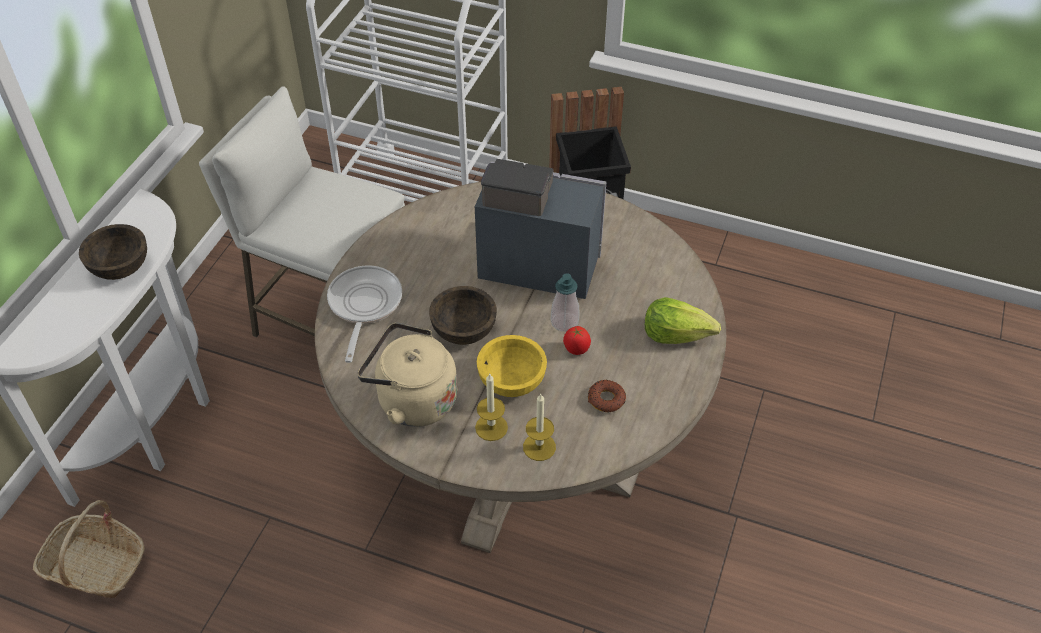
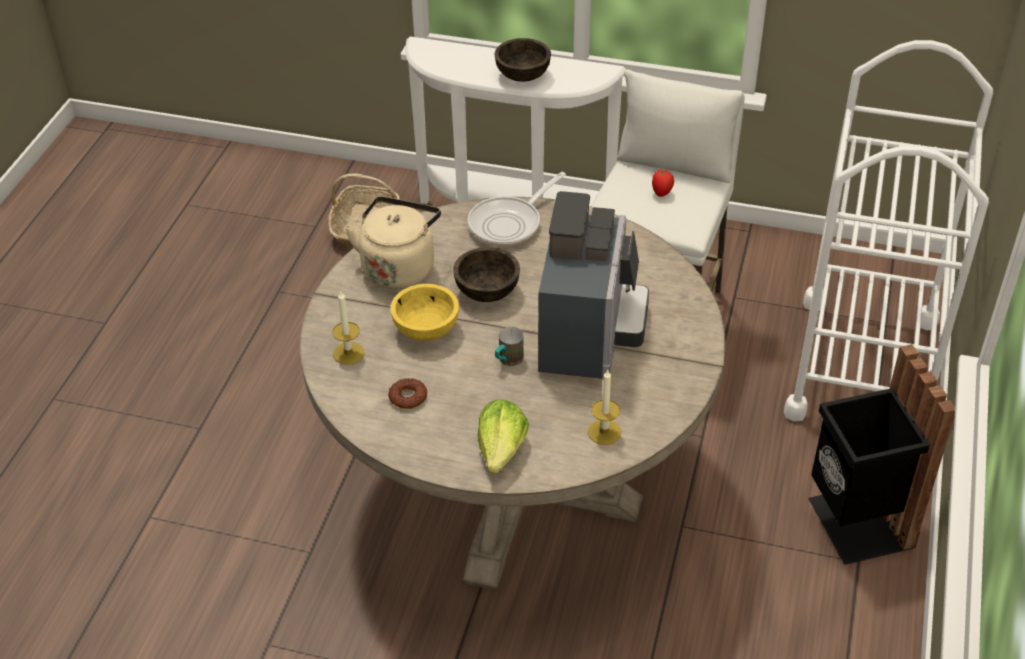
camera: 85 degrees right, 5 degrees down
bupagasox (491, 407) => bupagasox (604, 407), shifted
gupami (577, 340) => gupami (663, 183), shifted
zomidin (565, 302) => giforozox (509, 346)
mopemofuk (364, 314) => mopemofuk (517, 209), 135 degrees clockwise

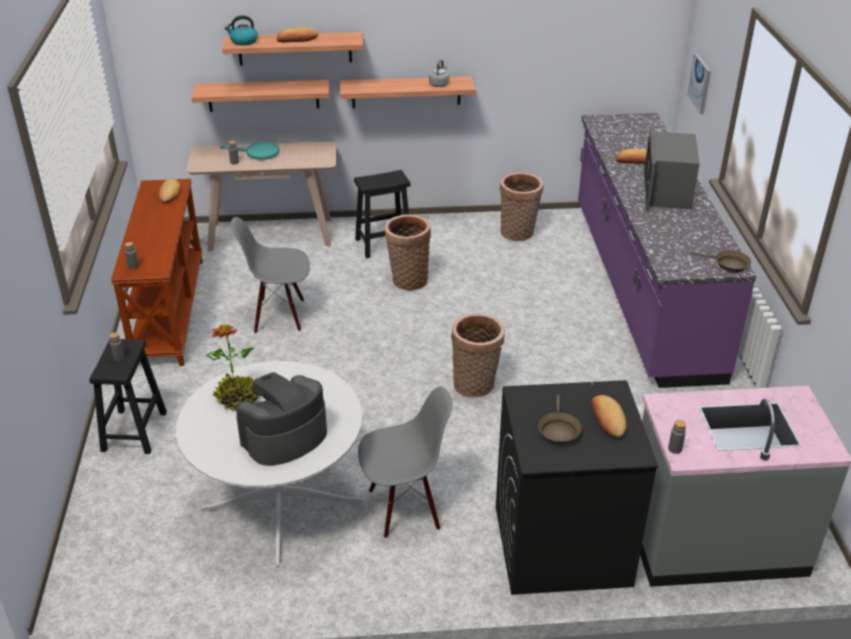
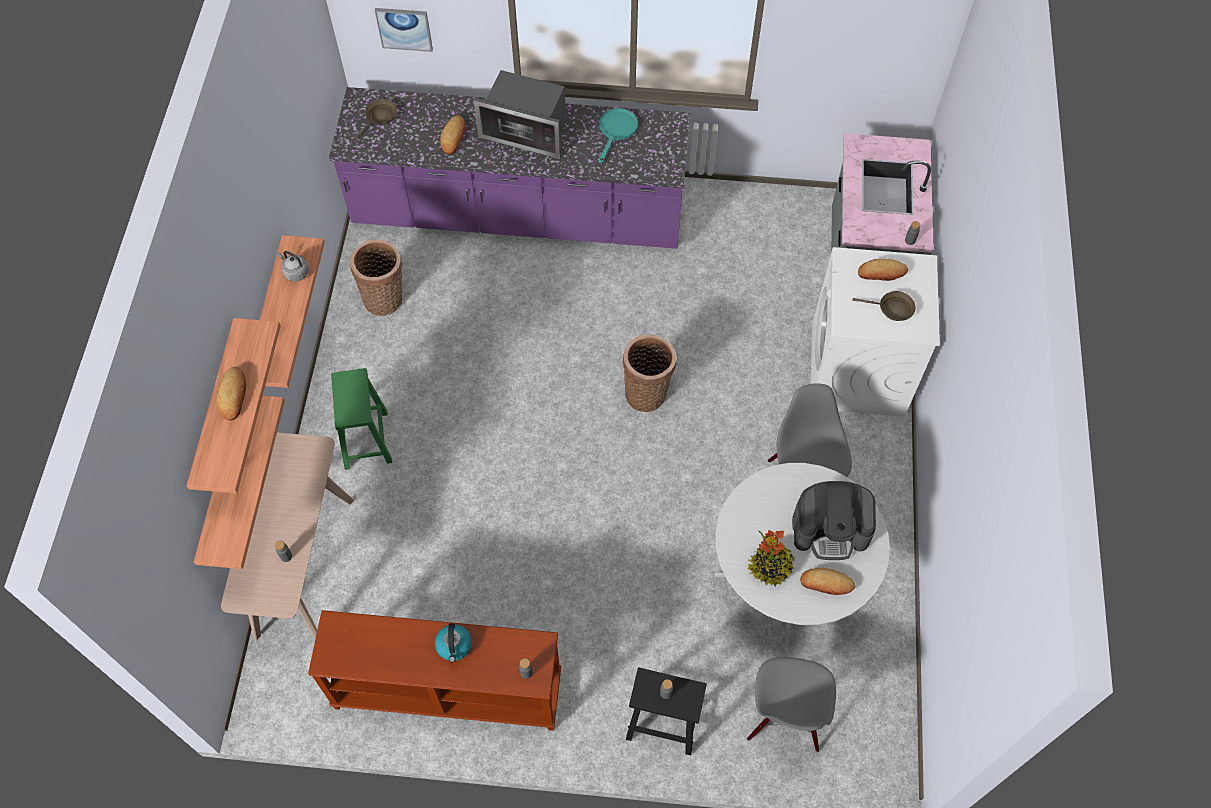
camera: 80 degrees left, 25 degrees up
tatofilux (408, 252) => nothing
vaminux (169, 191) => vaminux (827, 581), shifted
mopemofuk (turquoise) (250, 151) => mopemofuk (turquoise) (618, 135), shifted
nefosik (241, 30) => nefosik (453, 642), shifted
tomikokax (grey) (270, 275) => tomikokax (grey) (791, 704), shifted
mopemofuk (brown) (720, 261) => mopemofuk (brown) (375, 119), shifted
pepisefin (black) (382, 214) => pepisefin (green) (361, 419)
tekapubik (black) (577, 487) => tekapubik (white) (875, 332)
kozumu (281, 419) => kozumu (834, 520), 60 degrees counterclockwise

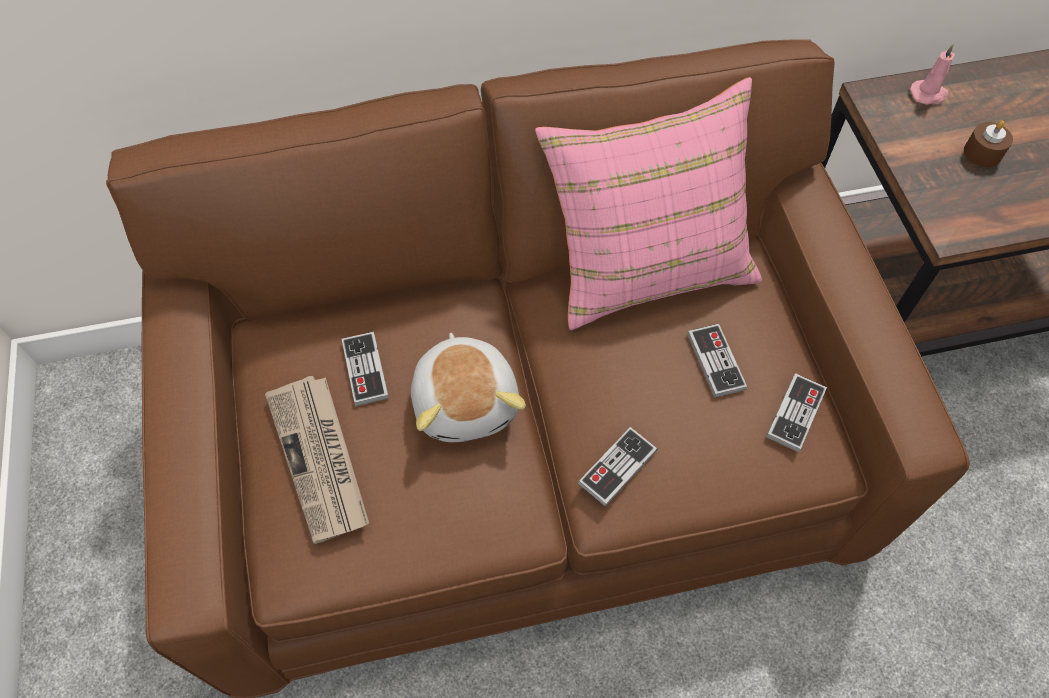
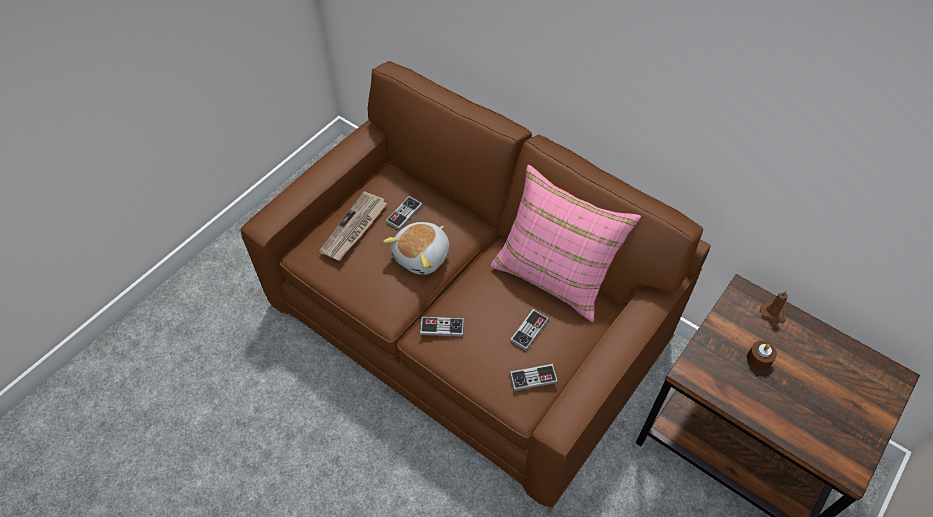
camera: 50 degrees right, 5 degrees down
bupagasox (pink) (932, 74) => bupagasox (brown) (774, 307)

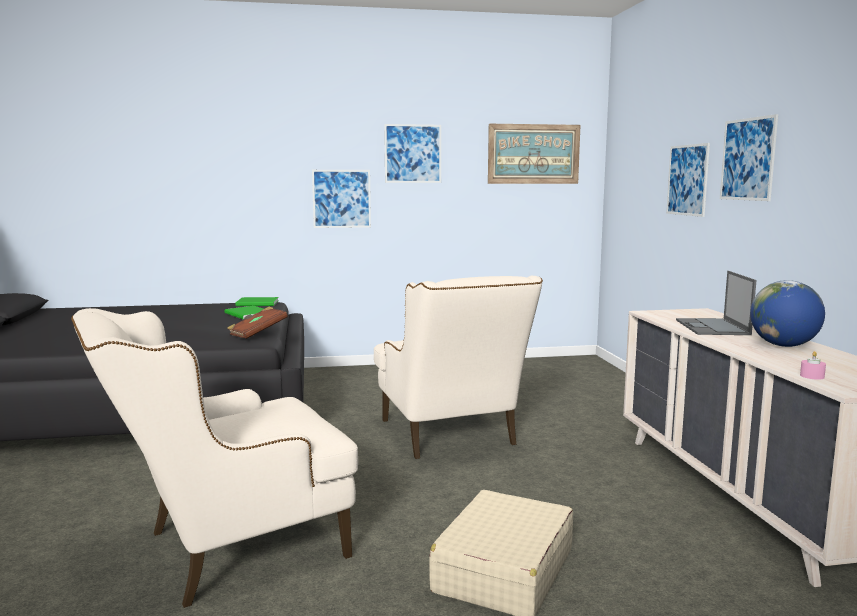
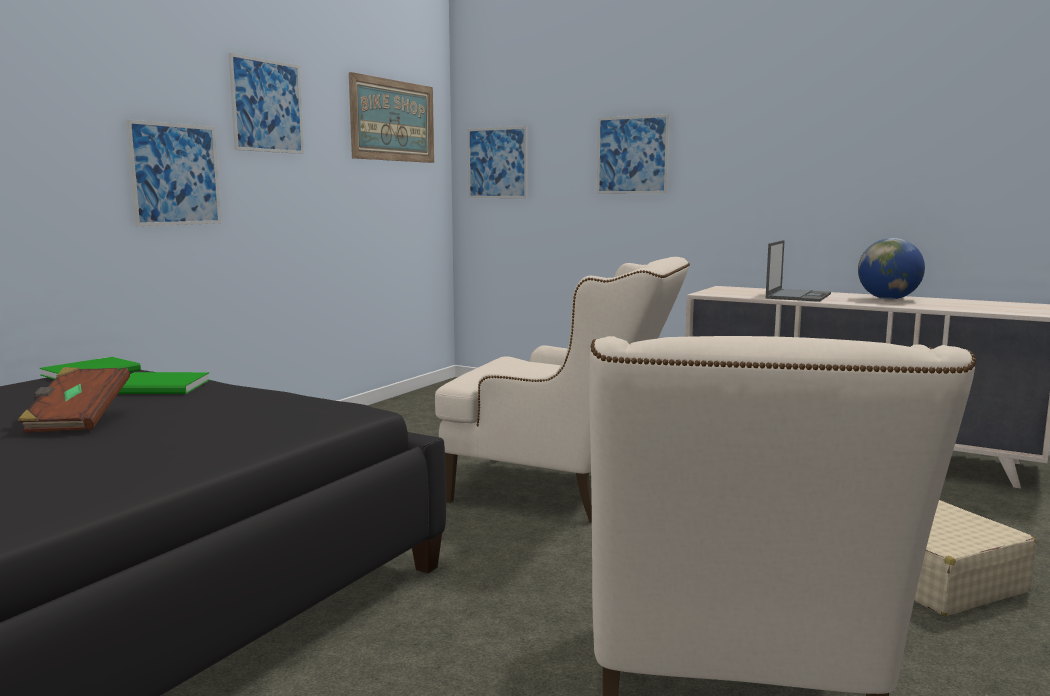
camera: 50 degrees left, 0 degrees up
bupagasox (pink) (813, 365) => nothing
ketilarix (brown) (257, 323) => ketilarix (brown) (74, 400), shifted
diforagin (749, 157) => diforagin (497, 162), shifted
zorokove (716, 303) => zorokove (798, 271), 105 degrees counterclockwise

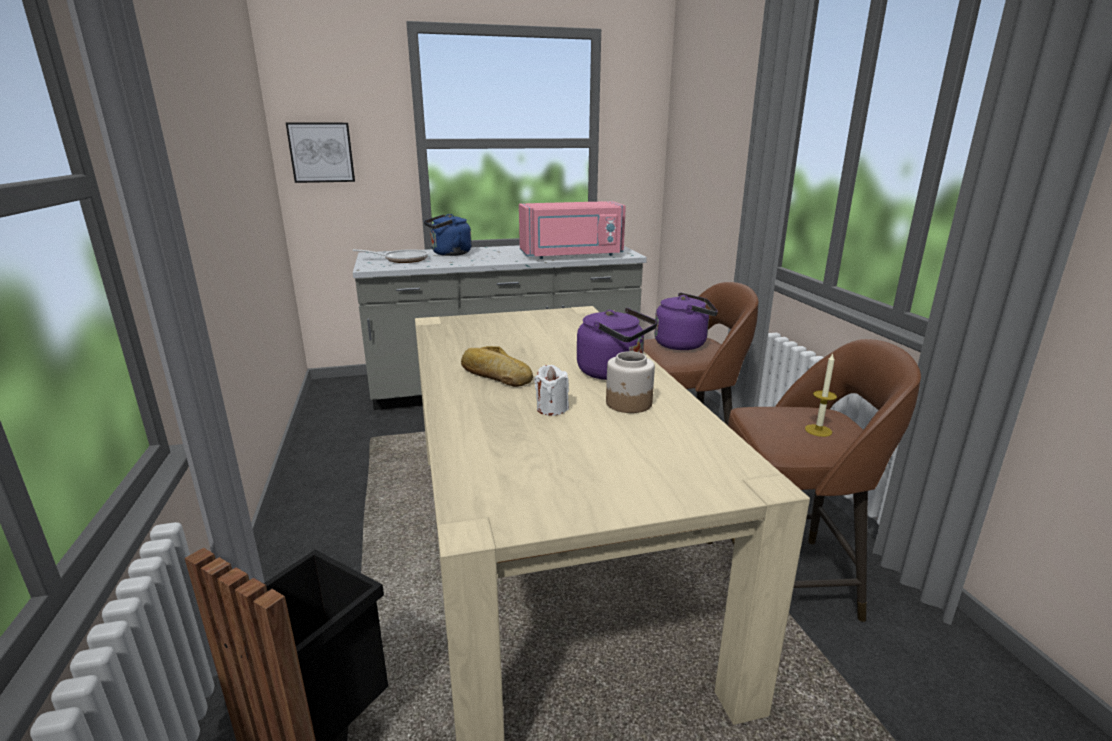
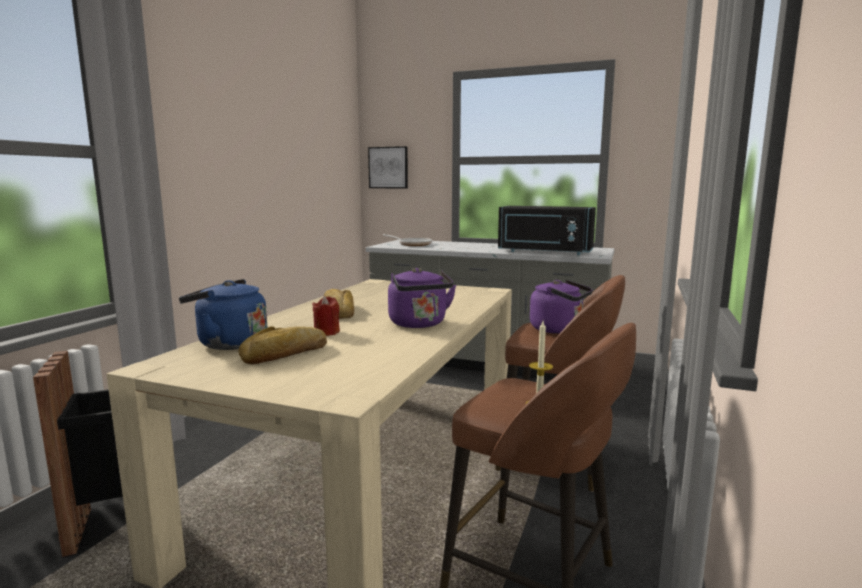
camera: 35 degrees right, 10 degrees down
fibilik (630, 382) => nothing
nothing => vaminux (283, 345)
nefosik (blue) (447, 235) => nefosik (blue) (223, 314), shifted
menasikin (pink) (572, 230) => menasikin (black) (547, 230)
bupagasox (white) (551, 390) => bupagasox (red) (326, 316)

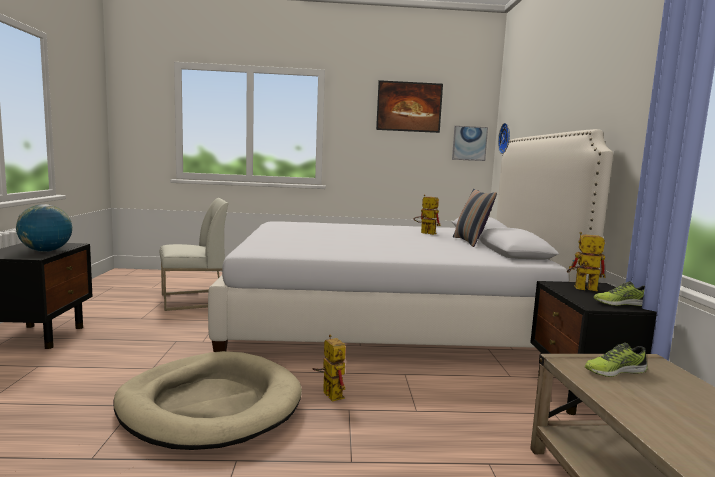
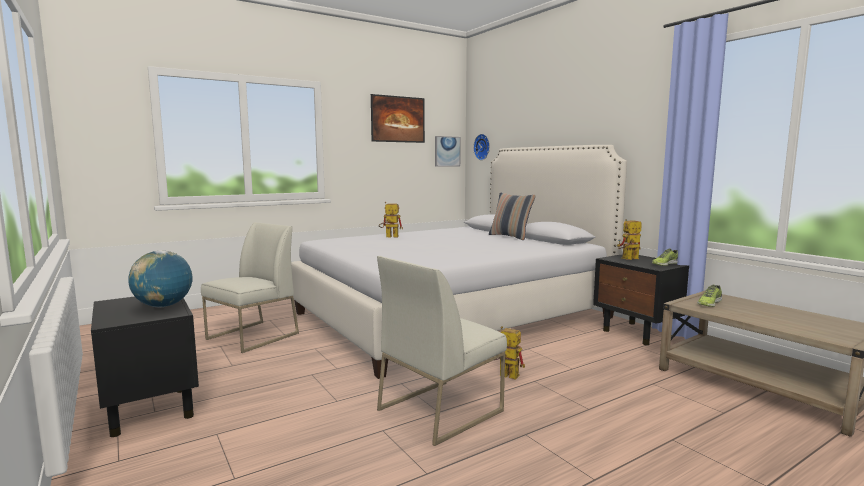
camera: 30 degrees left, 0 degrees up
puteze (427, 215) => puteze (391, 220), shifted
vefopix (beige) (208, 400) => tomikokax (white) (442, 351)

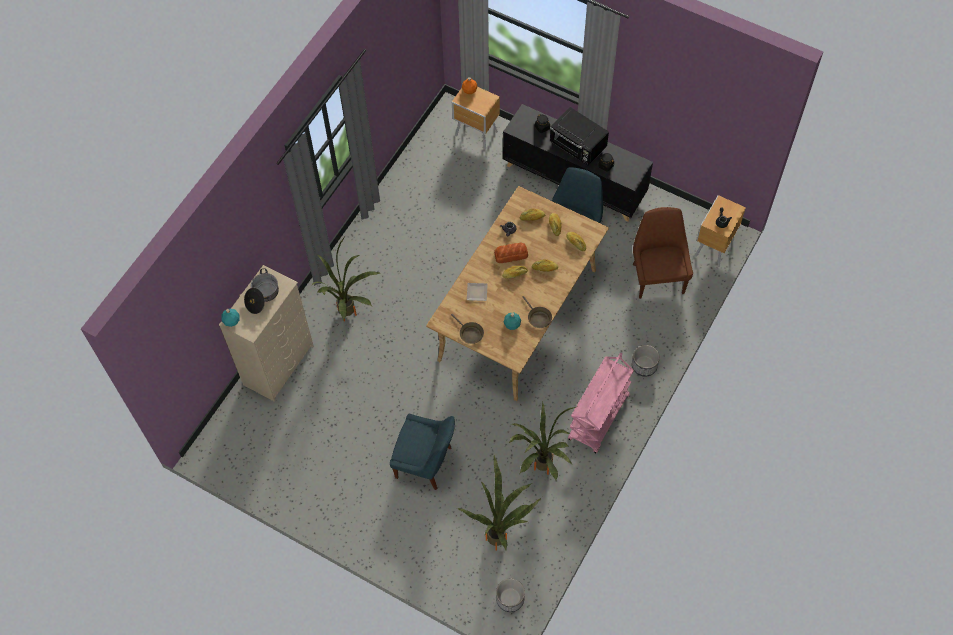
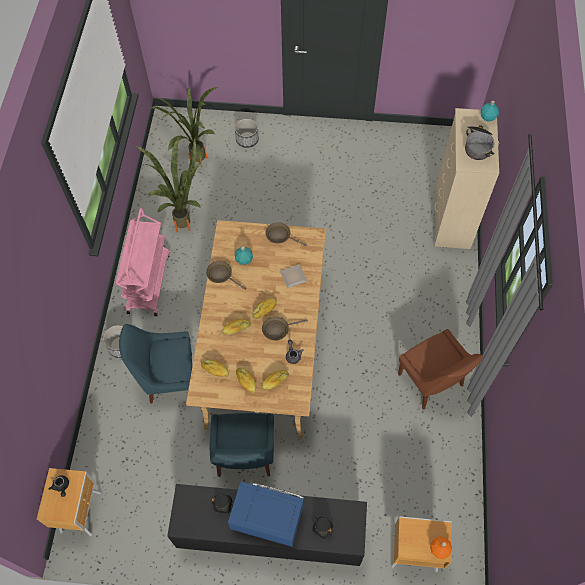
camera: 155 degrees right, 0 degrees up
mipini (346, 278) => nothing
tomikokax (blue) (422, 452) => tomikokax (blue) (155, 364), shifted
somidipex (510, 595) => somidipex (247, 133), shifted
tomikokax (brown) (663, 253) => tomikokax (brown) (440, 369), shifted
vaminux (511, 252) => mopemofuk (brown) (285, 328)
menasikin (black) (579, 136) => menasikin (blue) (266, 514)

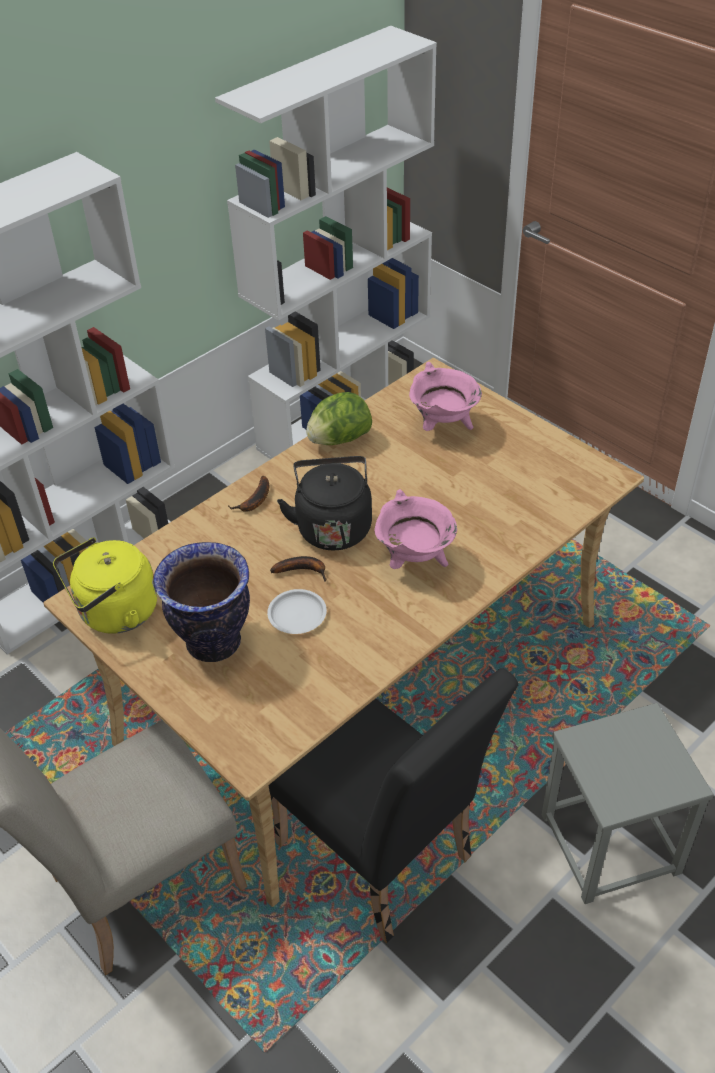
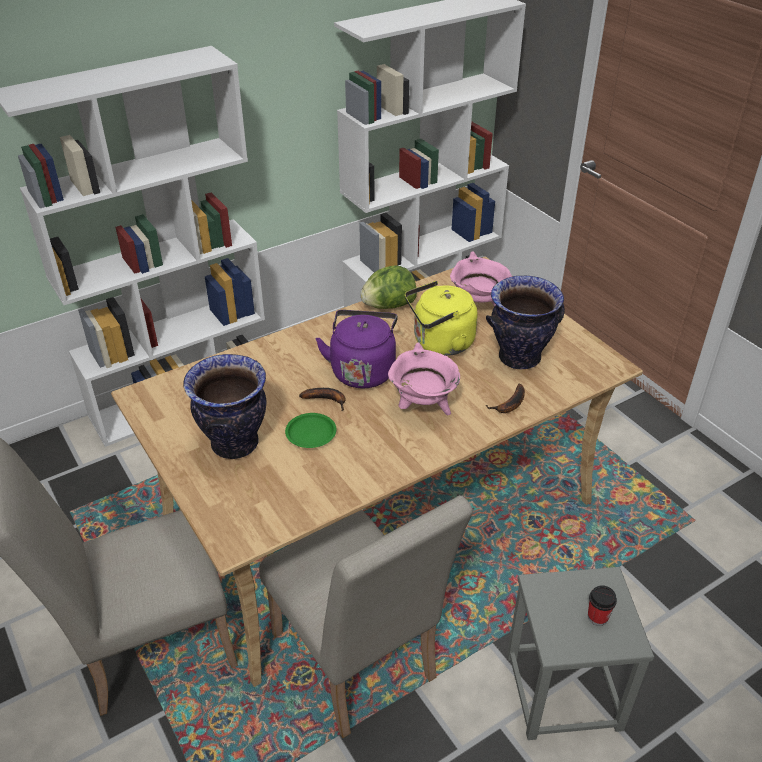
camera: 10 degrees right, 5 degrees down
nothing => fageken (525, 322)
nothing => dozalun (602, 605)
nefosik (yellow) (105, 586) => nefosik (yellow) (441, 318), shifted
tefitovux (248, 494) => tefitovux (505, 398), shifted
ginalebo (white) (297, 611) => ginalebo (green) (311, 430)
tomikokax (black) (393, 805) => tomikokax (beige) (366, 616)
nefosik (black) (324, 503) => nefosik (purple) (357, 349)

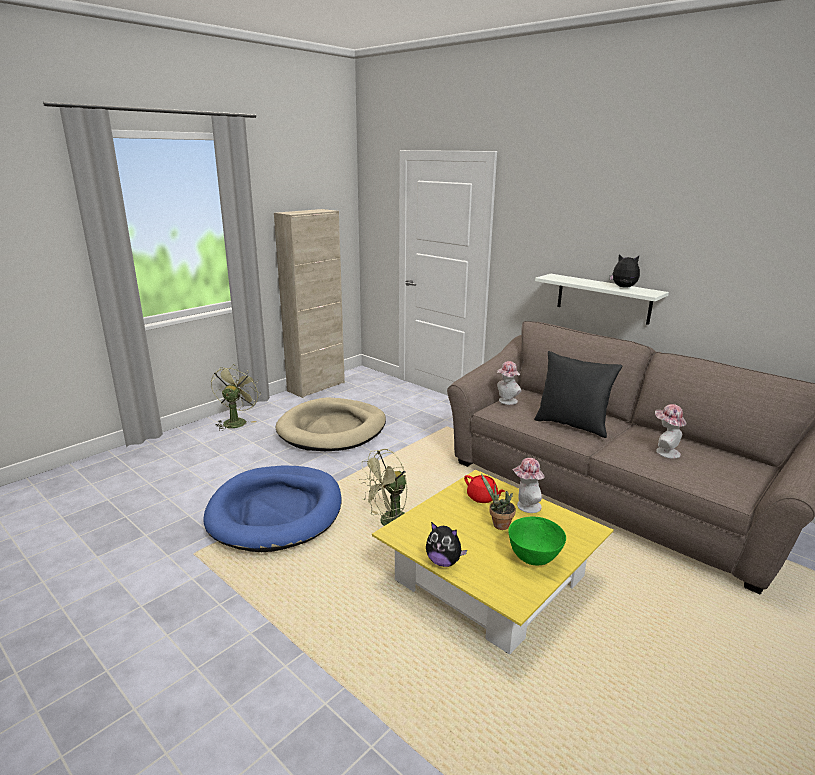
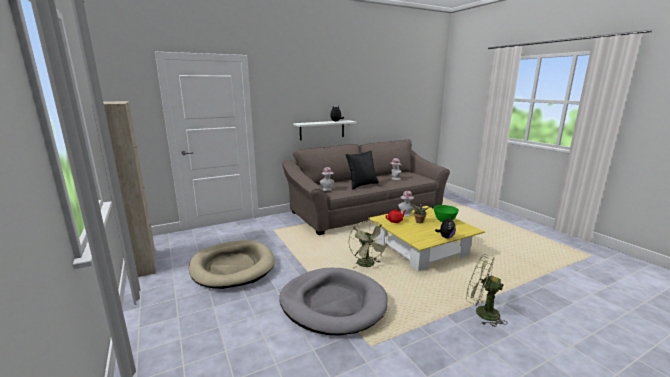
camera: 70 degrees left, 5 degrees down
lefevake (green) (236, 397) => lefevake (green) (486, 290), shifted
vefopix (blue) (272, 508) => vefopix (grey) (333, 302)

